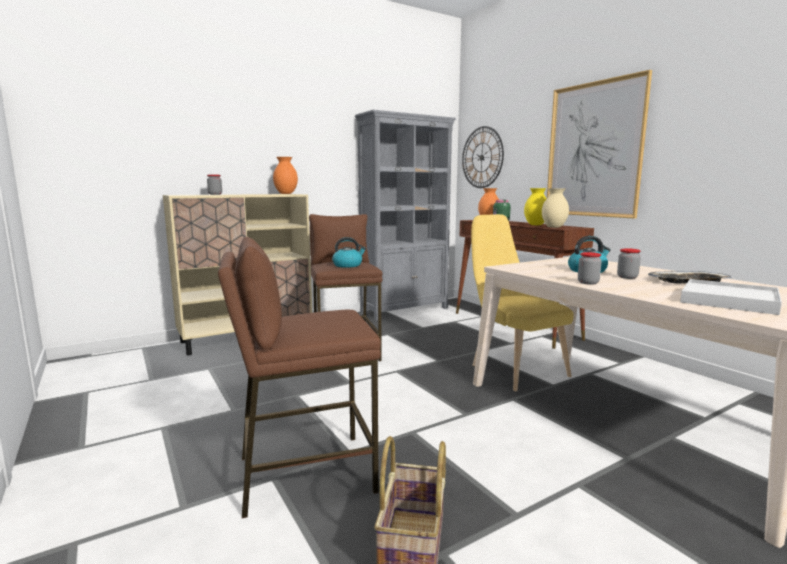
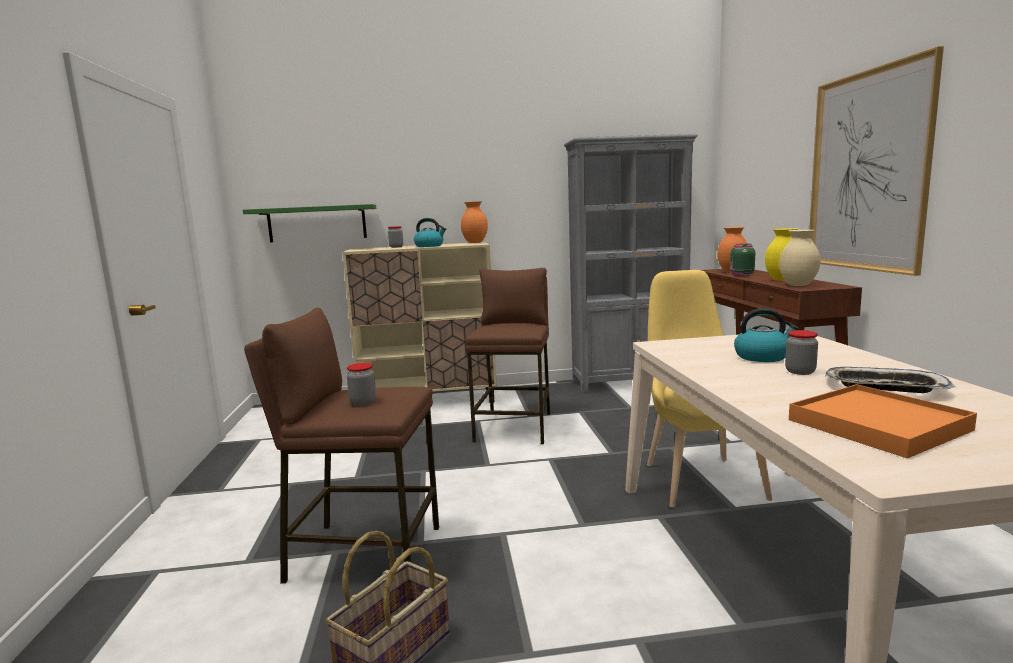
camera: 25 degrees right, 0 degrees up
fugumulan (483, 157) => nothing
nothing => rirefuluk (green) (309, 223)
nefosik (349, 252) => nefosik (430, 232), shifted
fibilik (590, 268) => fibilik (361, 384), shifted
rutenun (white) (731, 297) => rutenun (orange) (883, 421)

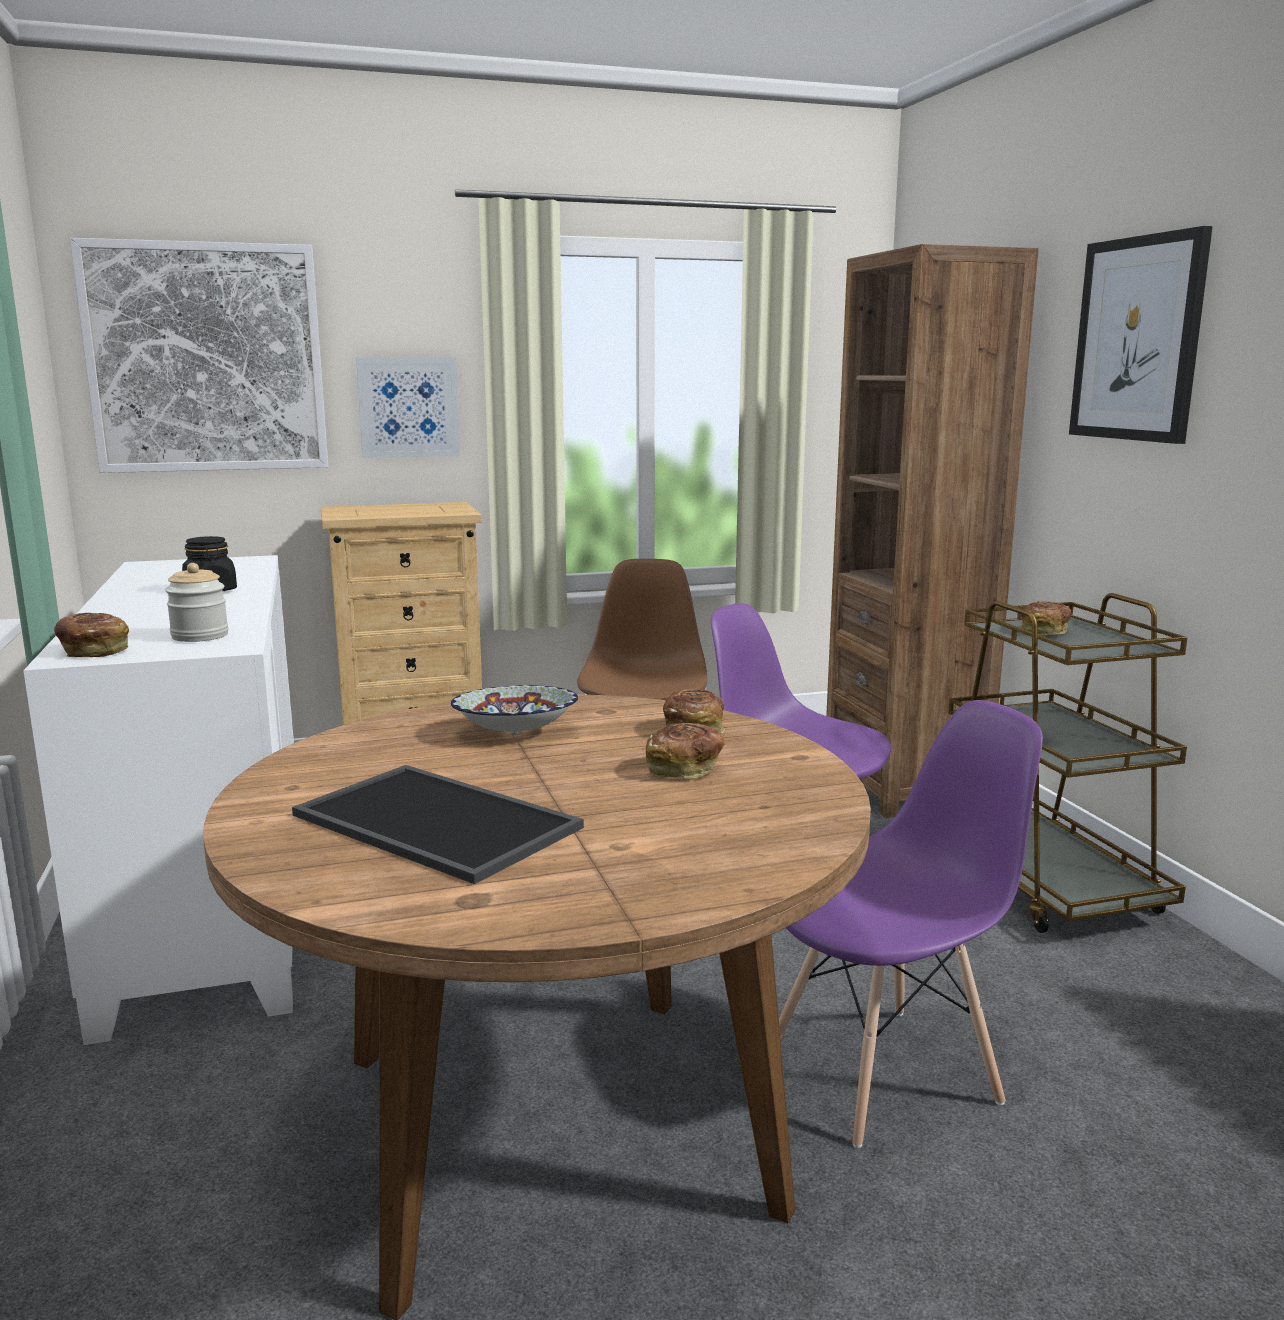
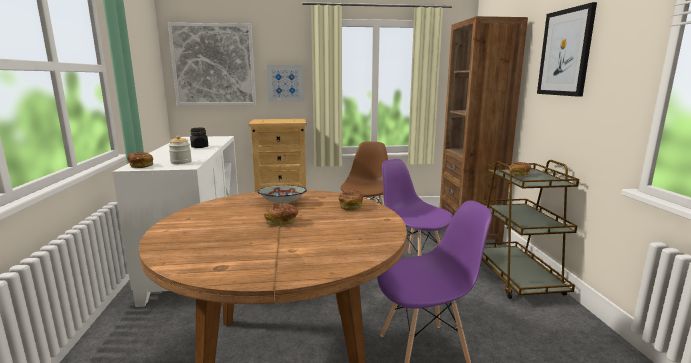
camera: 10 degrees right, 0 degrees up
rutenun (438, 824) => nothing
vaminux (685, 751) => vaminux (281, 215), shifted

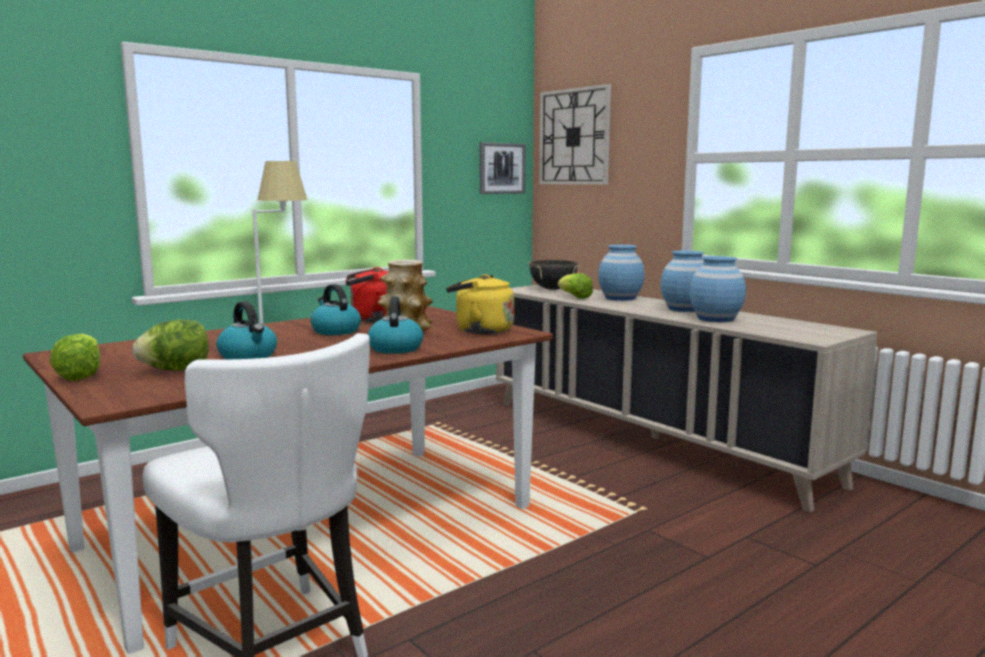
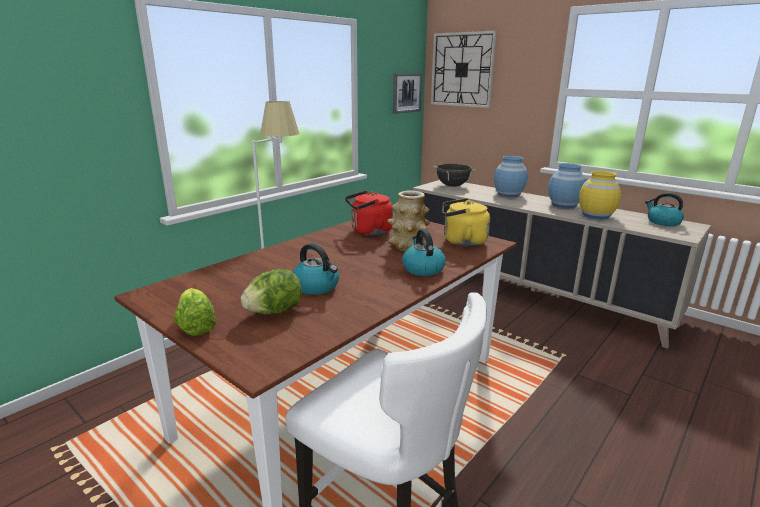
camera: 10 degrees left, 10 degrees up
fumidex (575, 286) => nothing
nefosik (335, 309) => nefosik (664, 209), shifted
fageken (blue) (717, 289) => fageken (yellow) (600, 195)

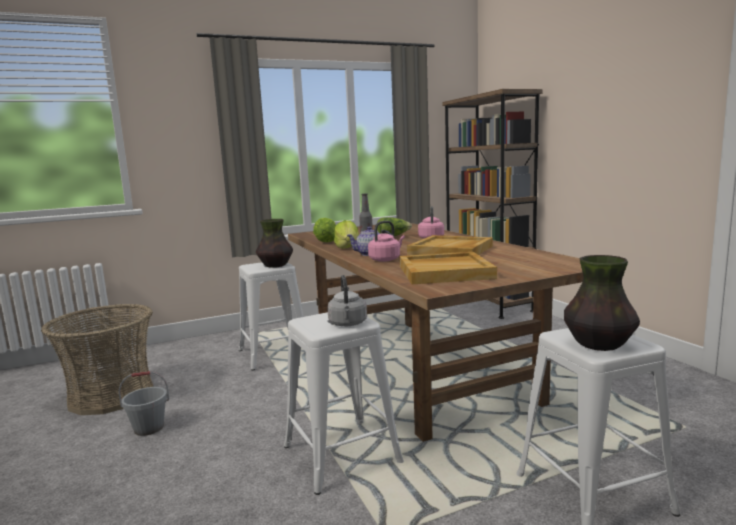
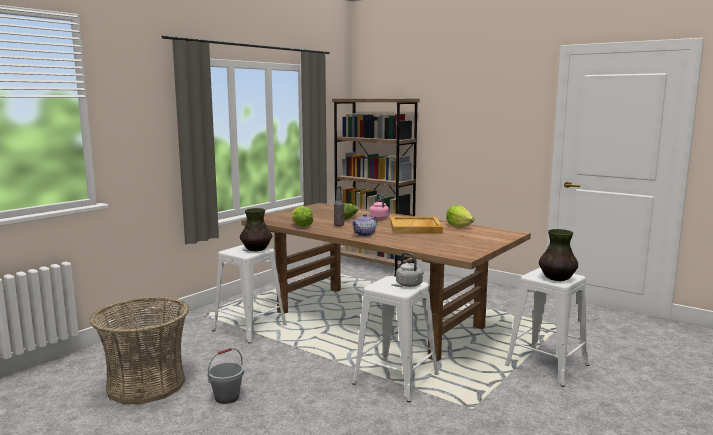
camera: 30 degrees left, 0 degrees up
nefosik (pink) (386, 241) => nothing
rutenun (beige) (448, 268) => nothing
fumidex (346, 234) => fumidex (460, 216), shifted

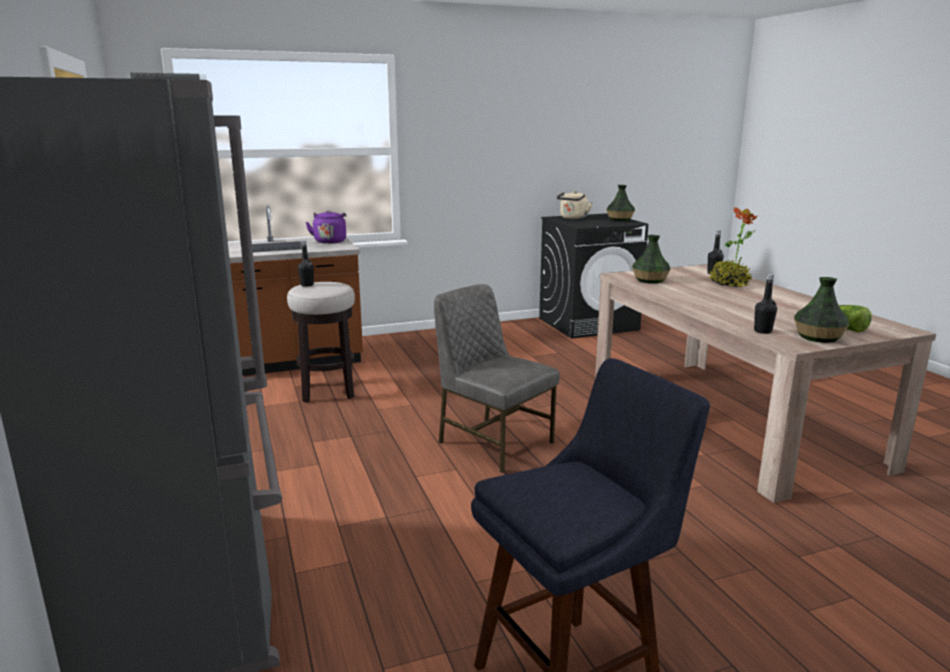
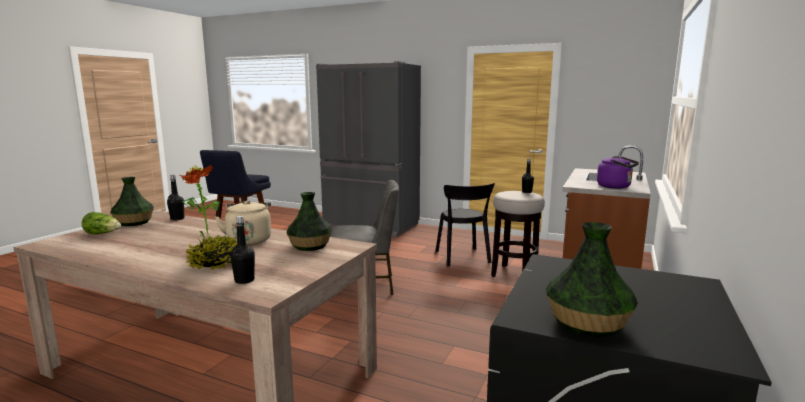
camera: 135 degrees right, 5 degrees down
nothing => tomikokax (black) (465, 224)
nefosik (beige) (574, 205) => nefosik (beige) (243, 223), shifted

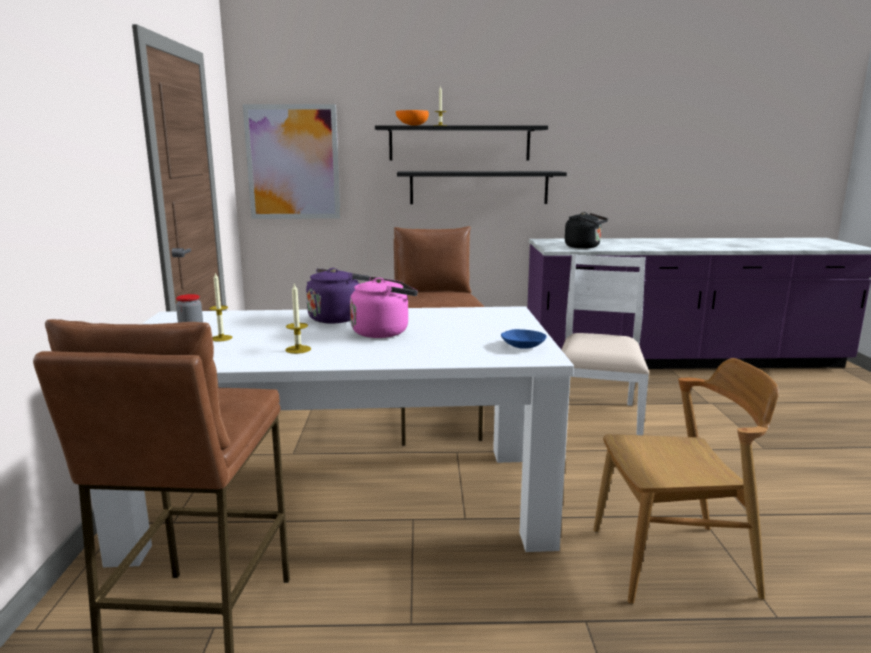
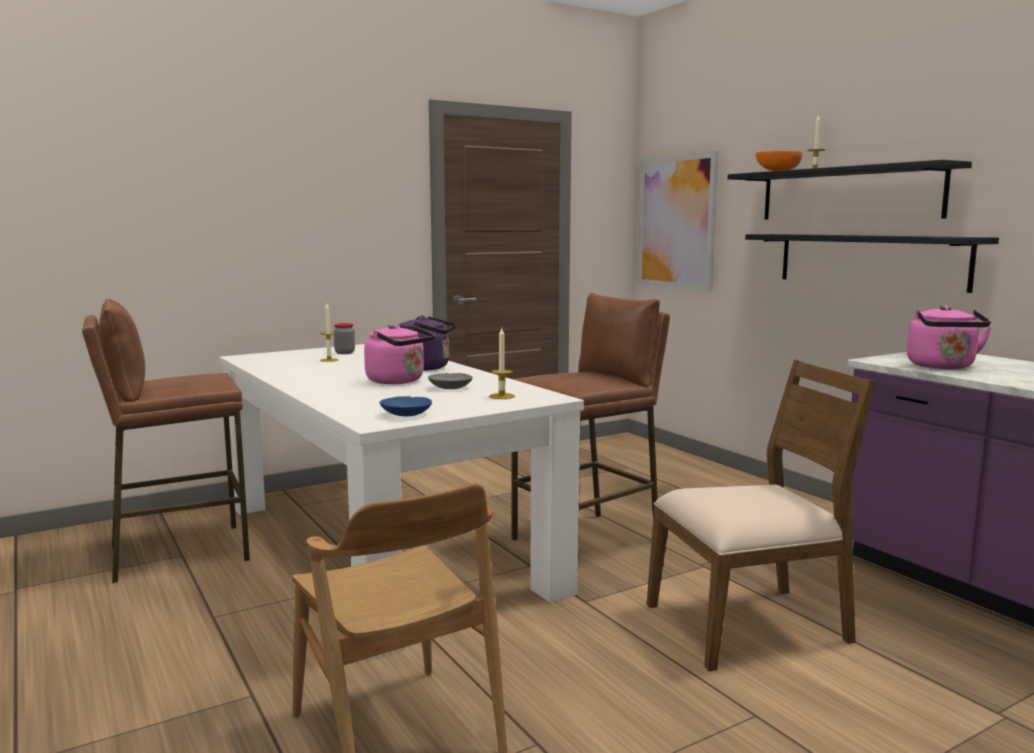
camera: 60 degrees right, 5 degrees down
nothing => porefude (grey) (450, 381)
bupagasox (298, 318) => bupagasox (502, 363), shifted
tomikokax (white) (605, 344) => tomikokax (brown) (761, 515)
nefosik (black) (586, 230) => nefosik (pink) (949, 337)

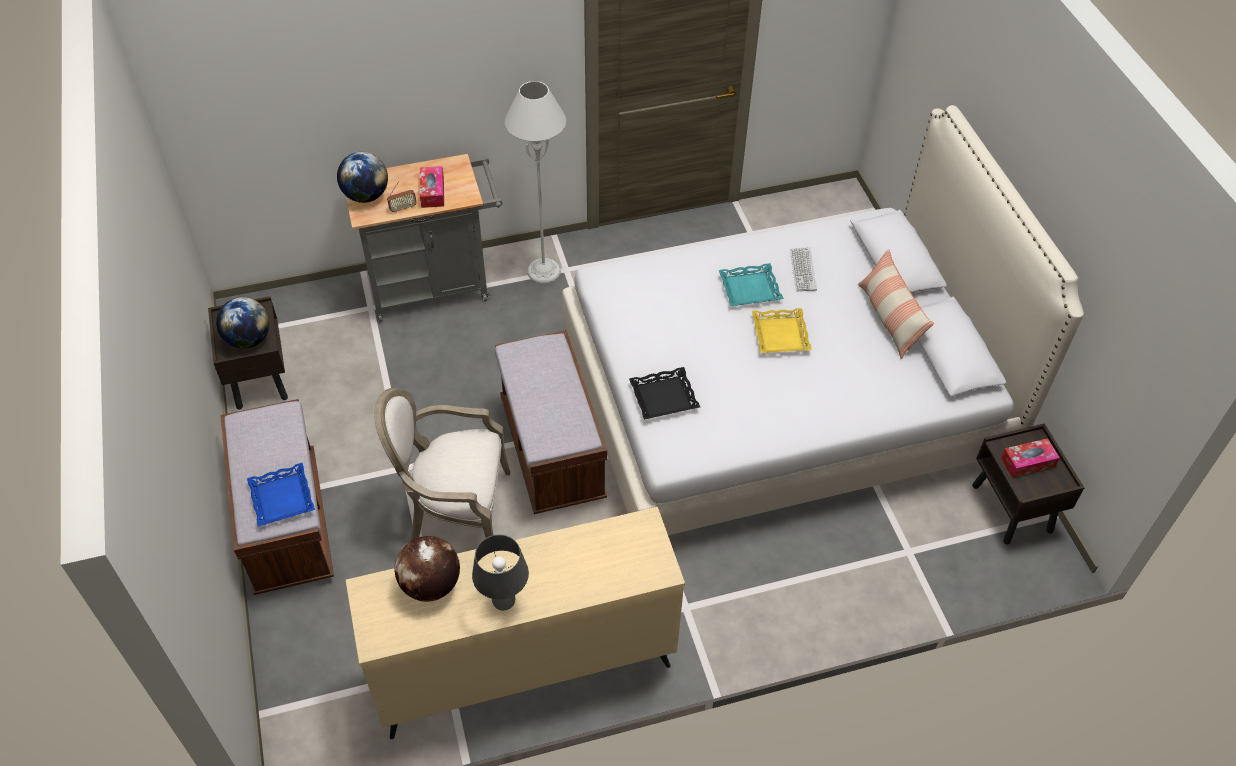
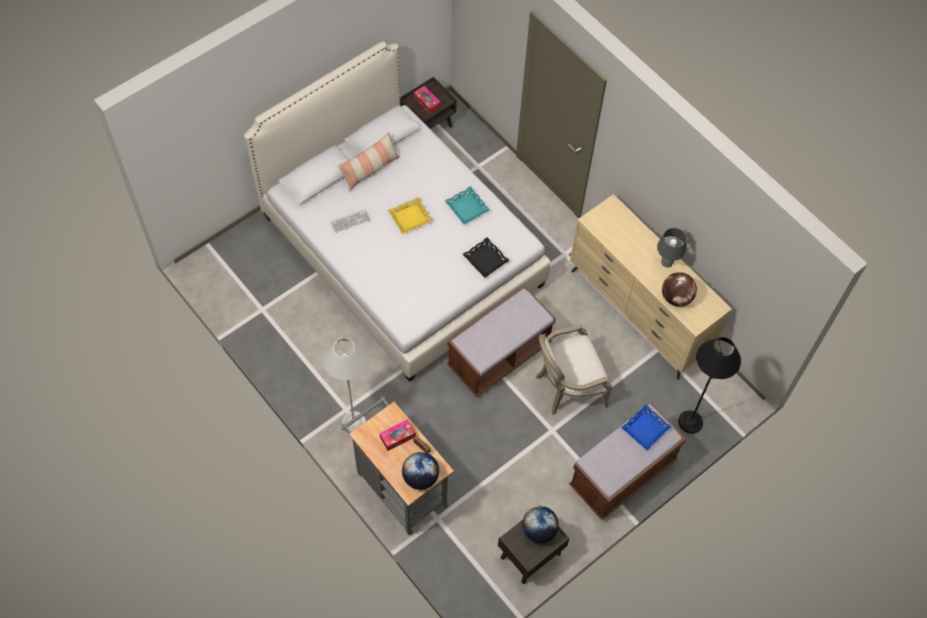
camera: 115 degrees left, 10 degrees up
nothing => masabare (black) (709, 385)
rutenun (turquoise) (751, 284) => rutenun (turquoise) (467, 205), shifted
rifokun (442, 464) => rifokun (574, 369), 90 degrees clockwise

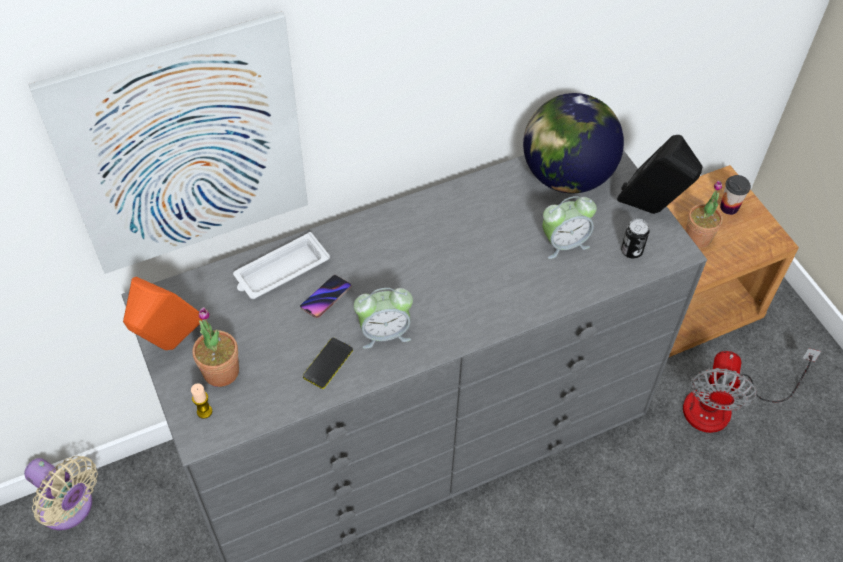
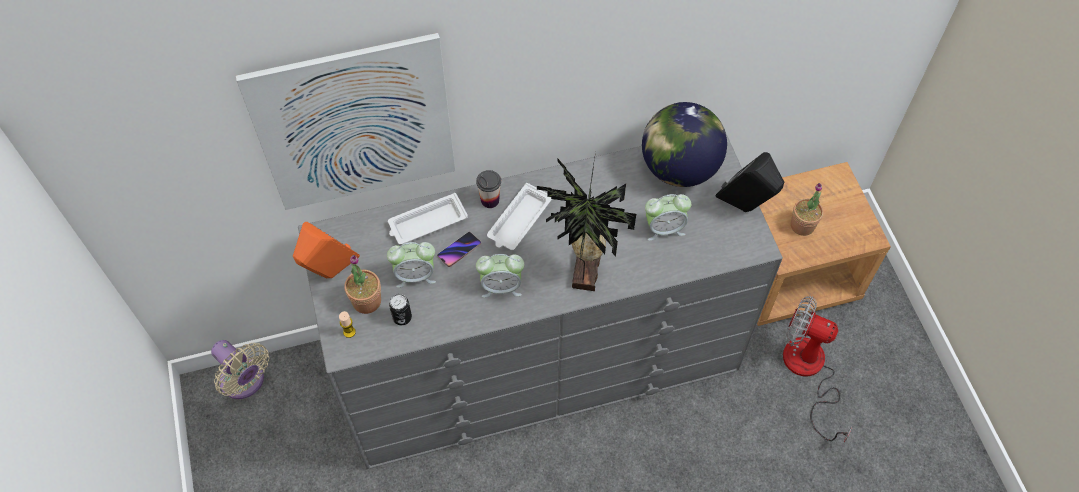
camera: 10 degrees right, 5 degrees up
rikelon (328, 363) => nothing
nothing => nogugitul (411, 265)
nothing => rutenun (white) (519, 216)
nothing => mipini (586, 221)
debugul (635, 239) => debugul (400, 309), shifted
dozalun (735, 195) => dozalun (488, 189), shifted
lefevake (752, 390) => lefevake (817, 369), 90 degrees clockwise

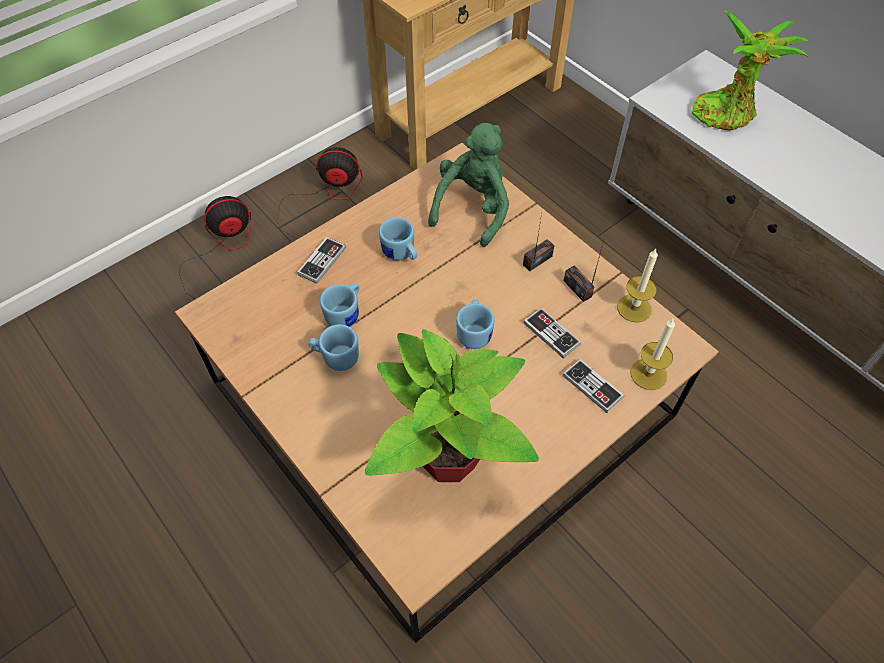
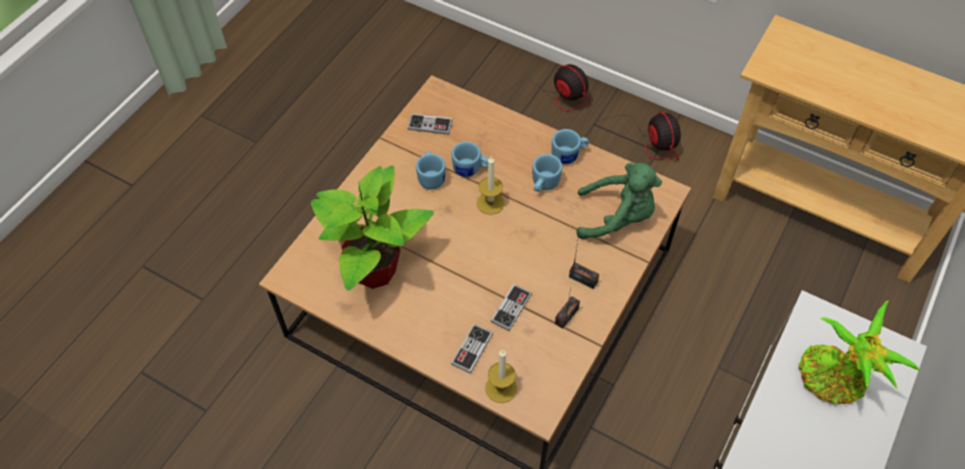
camera: 70 degrees right, 0 degrees up
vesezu (321, 260) => vesezu (430, 124), shifted
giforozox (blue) (475, 324) => giforozox (blue) (570, 147), shifted
bupagasox (637, 286) => bupagasox (491, 185), shifted

